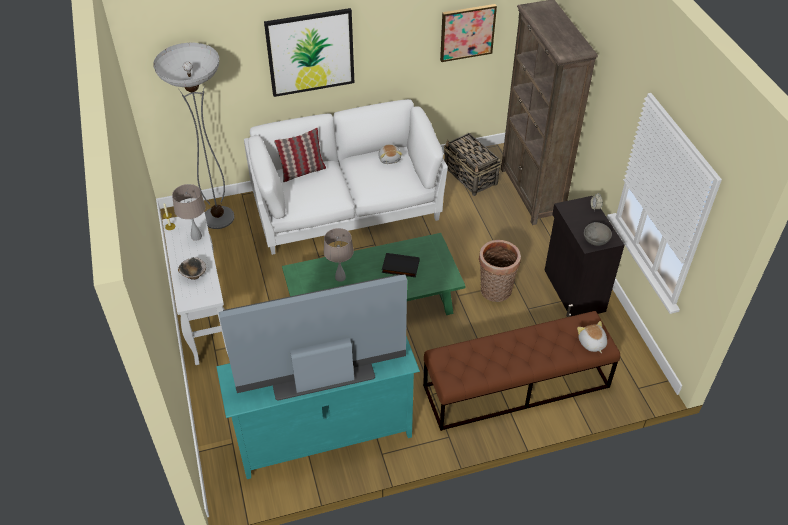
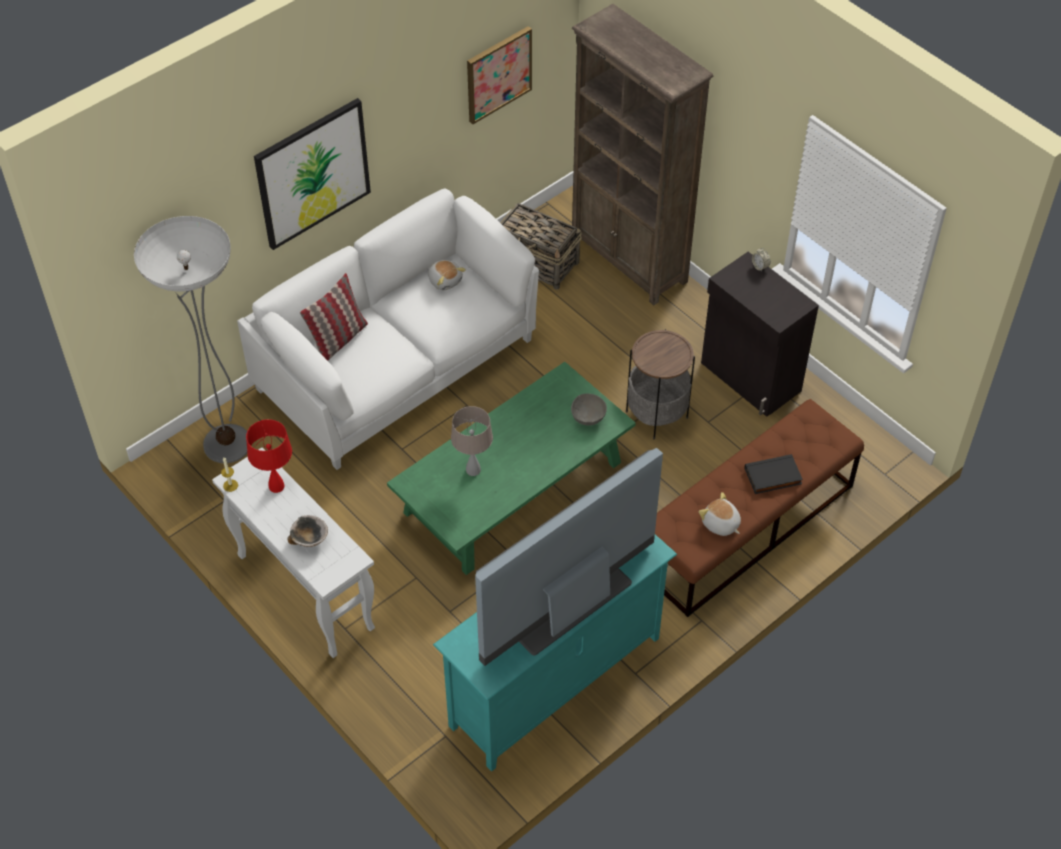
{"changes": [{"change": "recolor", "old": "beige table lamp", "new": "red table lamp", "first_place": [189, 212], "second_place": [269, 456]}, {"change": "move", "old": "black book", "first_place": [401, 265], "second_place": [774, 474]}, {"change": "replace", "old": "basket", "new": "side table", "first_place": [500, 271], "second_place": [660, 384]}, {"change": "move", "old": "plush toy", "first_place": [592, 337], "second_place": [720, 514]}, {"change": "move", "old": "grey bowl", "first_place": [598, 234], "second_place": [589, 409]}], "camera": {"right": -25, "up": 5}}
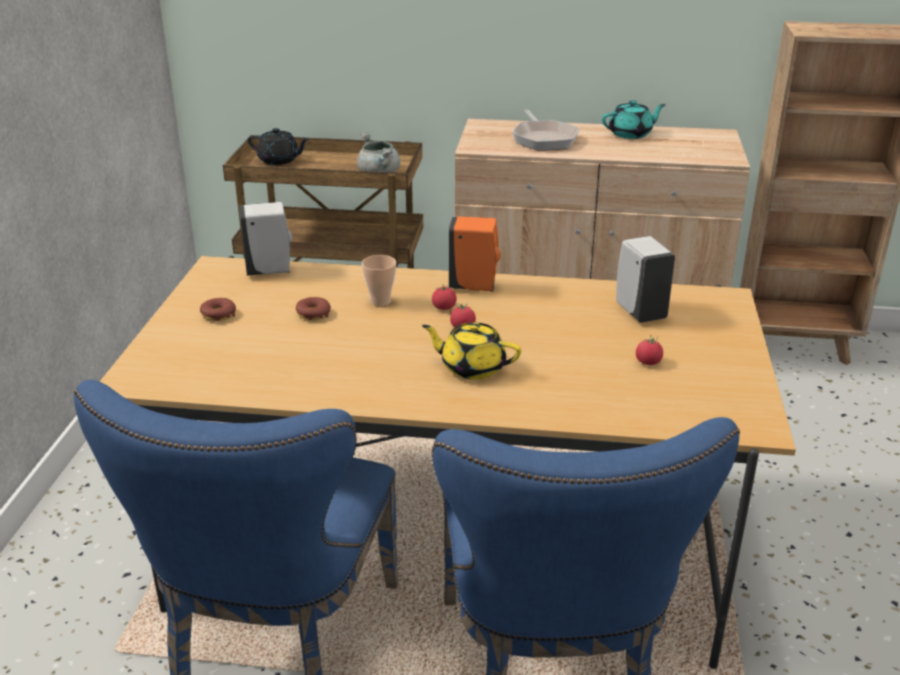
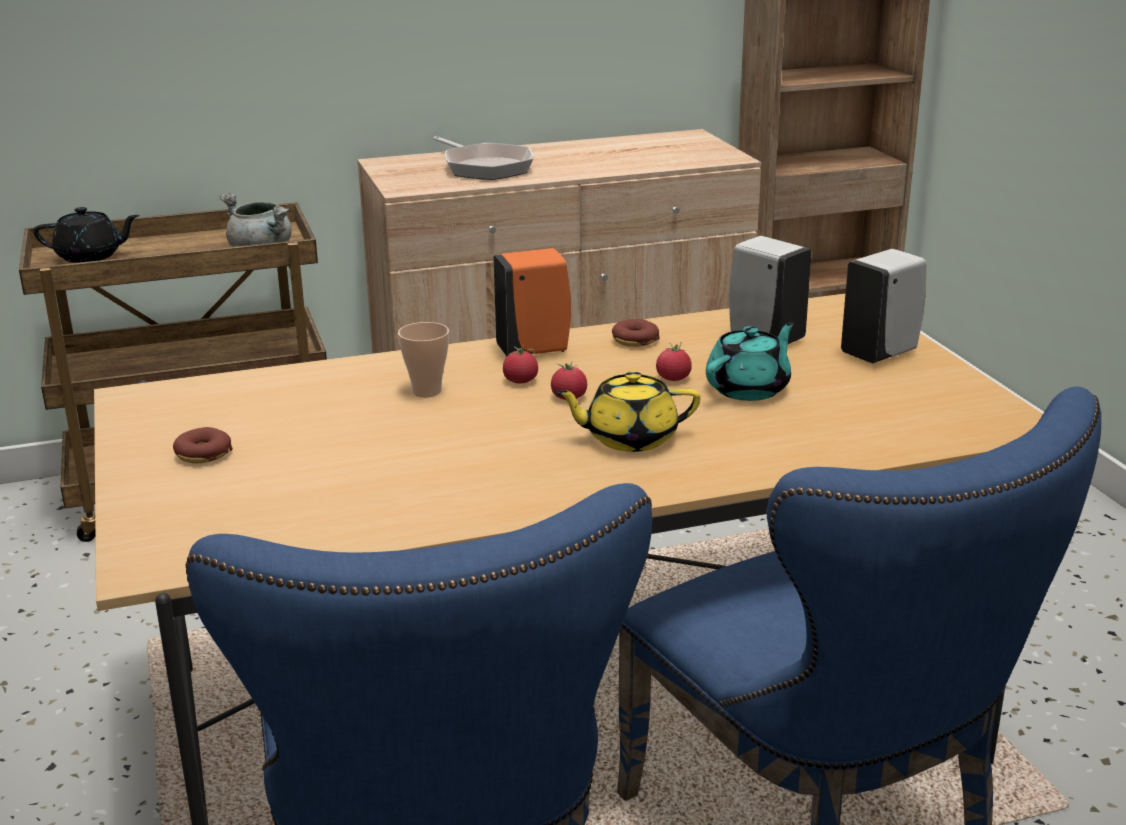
{"changes": [{"change": "move", "old": "white soap dispenser", "first_place": [265, 239], "second_place": [883, 306]}, {"change": "move", "old": "donut", "first_place": [313, 308], "second_place": [636, 333]}, {"change": "move", "old": "turquoise teapot", "first_place": [634, 119], "second_place": [750, 361]}, {"change": "move", "old": "tomato", "first_place": [649, 350], "second_place": [674, 362]}], "camera": {"right": -25, "up": -5}}
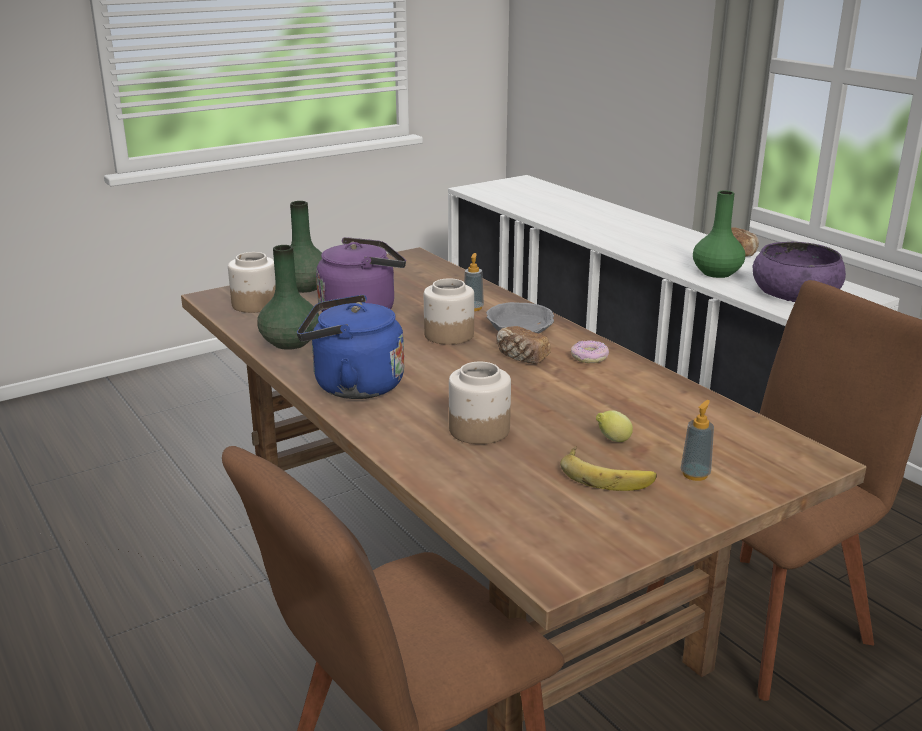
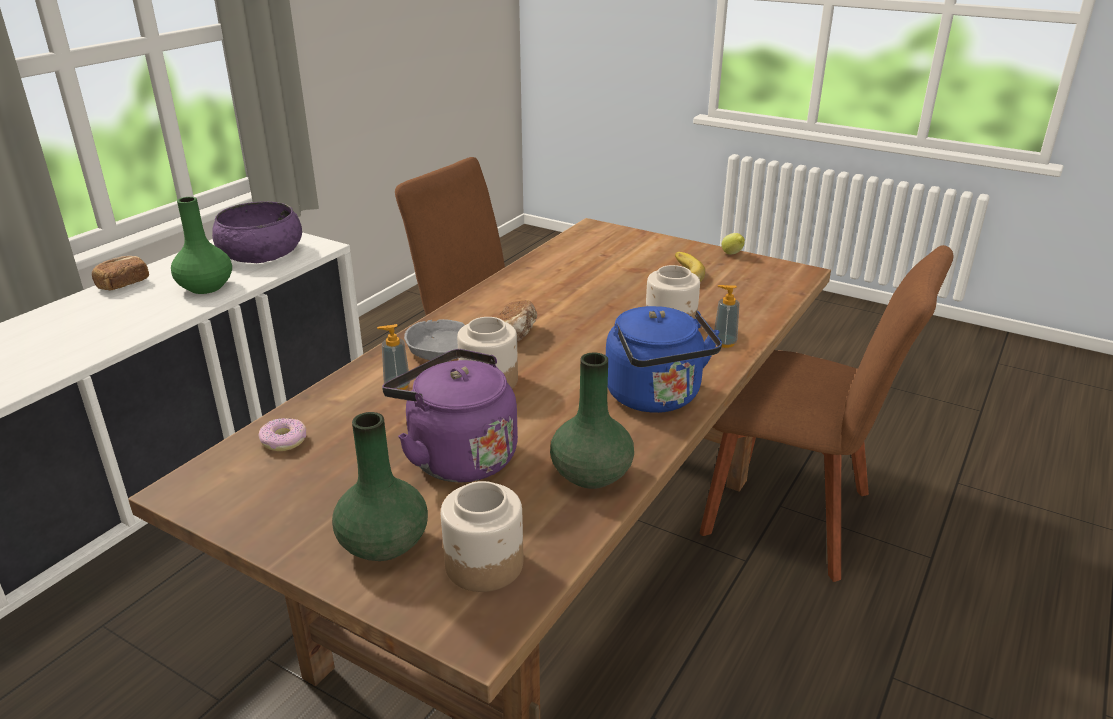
{"changes": [{"change": "move", "old": "donut", "first_place": [590, 351], "second_place": [282, 434]}, {"change": "move", "old": "lemon", "first_place": [614, 426], "second_place": [733, 243]}, {"change": "move", "old": "soap dispenser", "first_place": [697, 440], "second_place": [726, 316]}], "camera": {"right": -115, "up": 5}}
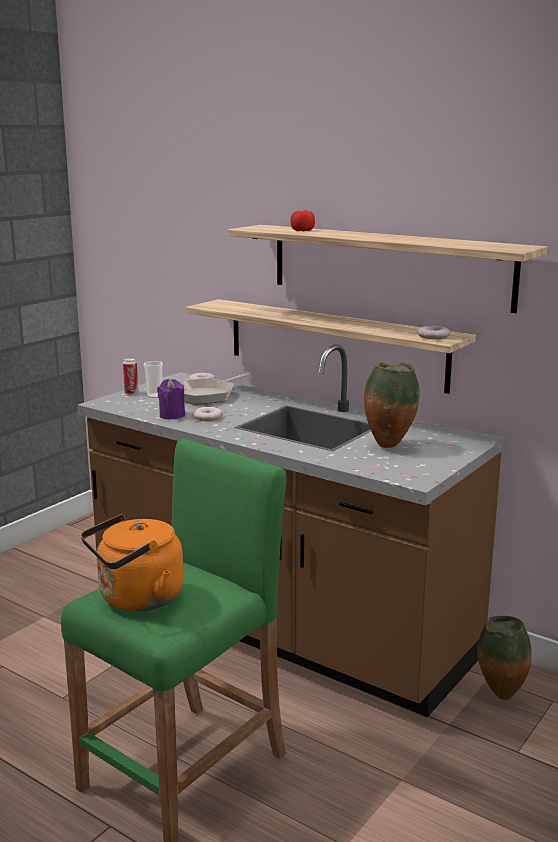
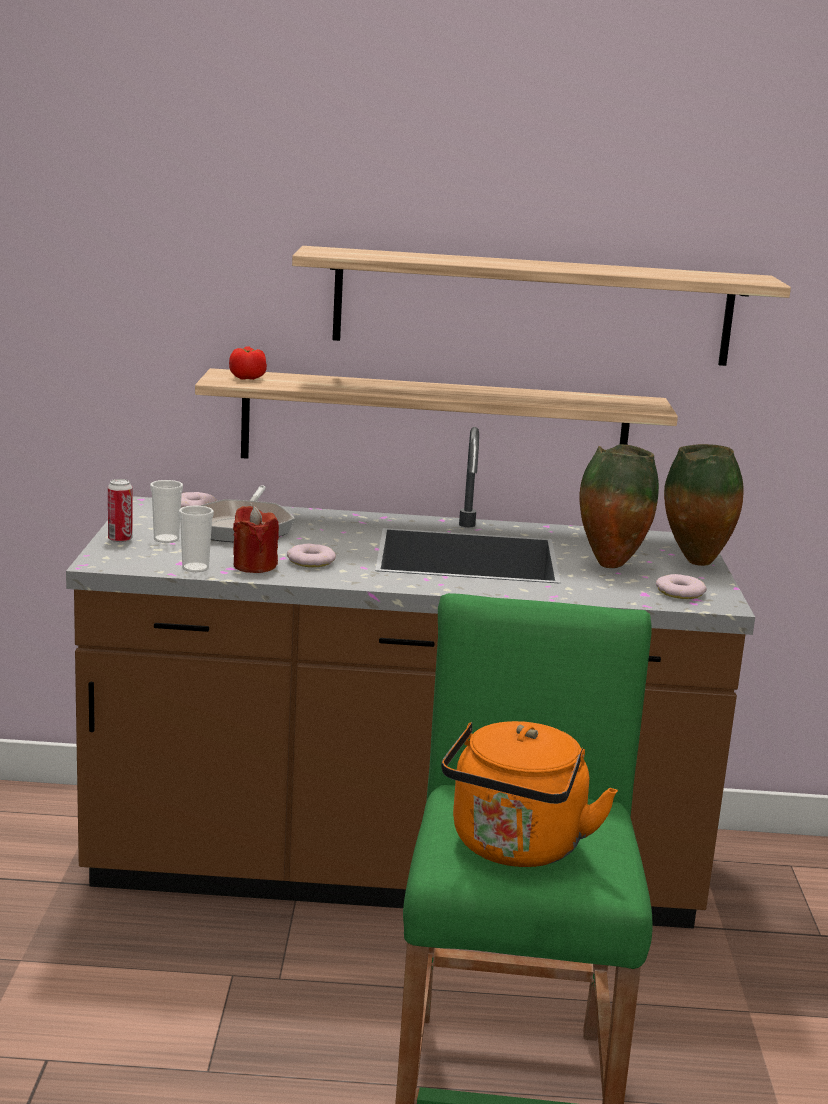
{"changes": [{"change": "recolor", "old": "purple candle", "new": "red candle", "first_place": [171, 399], "second_place": [256, 539]}, {"change": "move", "old": "tomato", "first_place": [303, 220], "second_place": [248, 363]}, {"change": "move", "old": "donut", "first_place": [434, 332], "second_place": [681, 586]}, {"change": "move", "old": "vase", "first_place": [504, 658], "second_place": [704, 505]}, {"change": "insert", "new": "cup", "second_place": [196, 539]}], "camera": {"right": -35, "up": 0}}
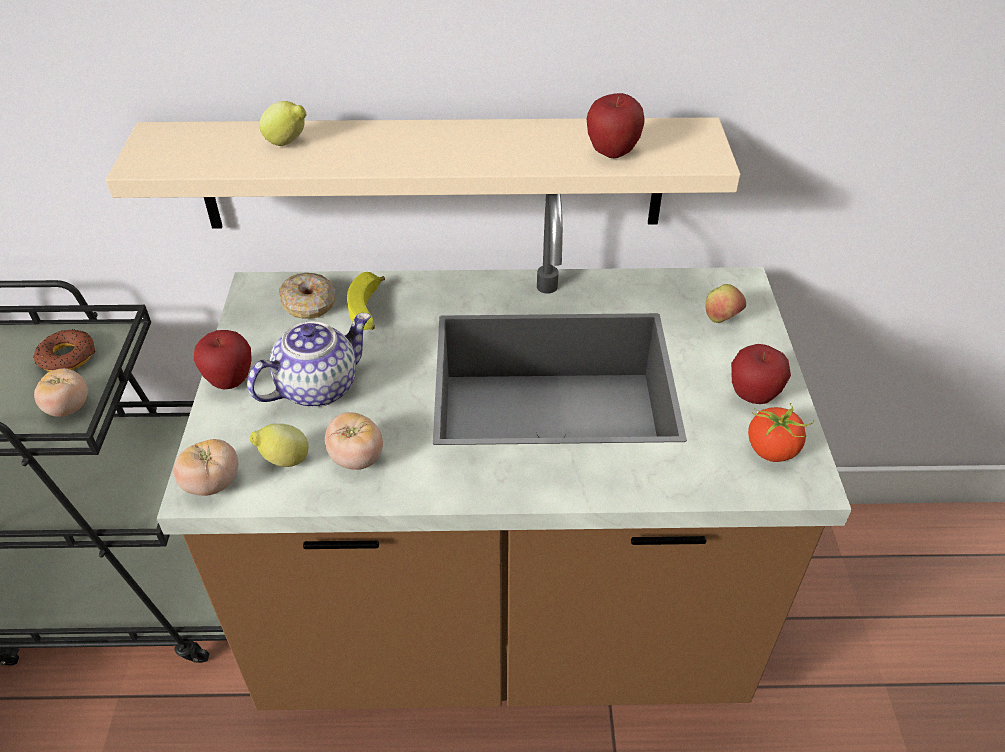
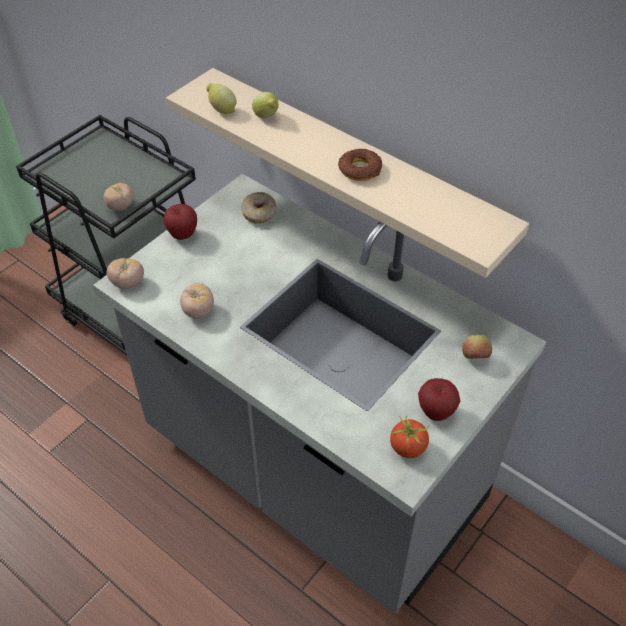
{"changes": [{"change": "move", "old": "donut", "first_place": [64, 350], "second_place": [360, 165]}, {"change": "recolor", "old": "brown counter", "new": "grey counter", "first_place": [504, 452], "second_place": [319, 394]}, {"change": "delete", "old": "teapot", "first_place": [309, 360]}, {"change": "move", "old": "lemon", "first_place": [279, 445], "second_place": [222, 98]}, {"change": "delete", "old": "banana", "first_place": [366, 301]}, {"change": "delete", "old": "apple", "first_place": [615, 125]}], "camera": {"right": 40, "up": 5}}
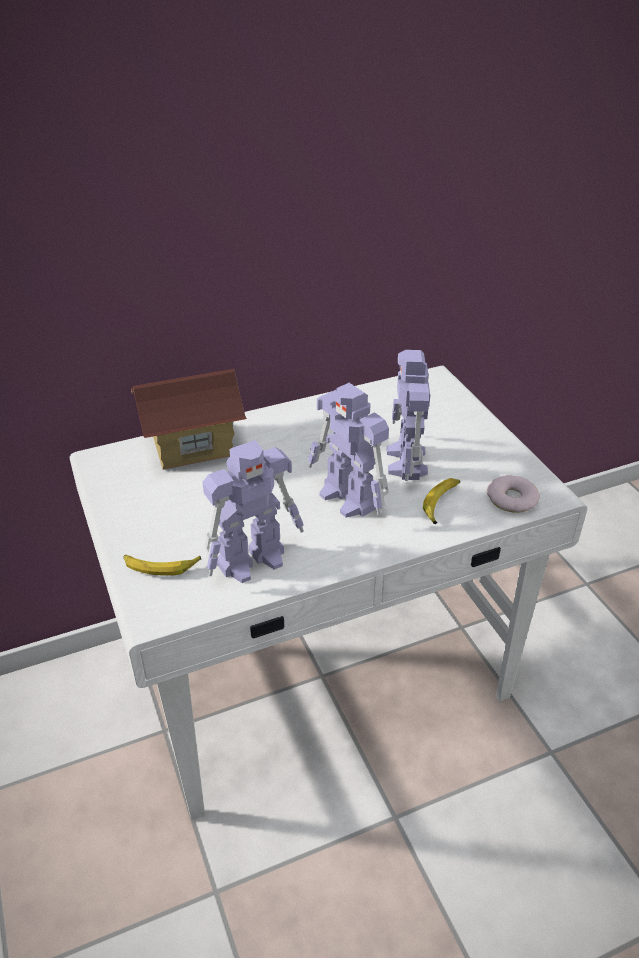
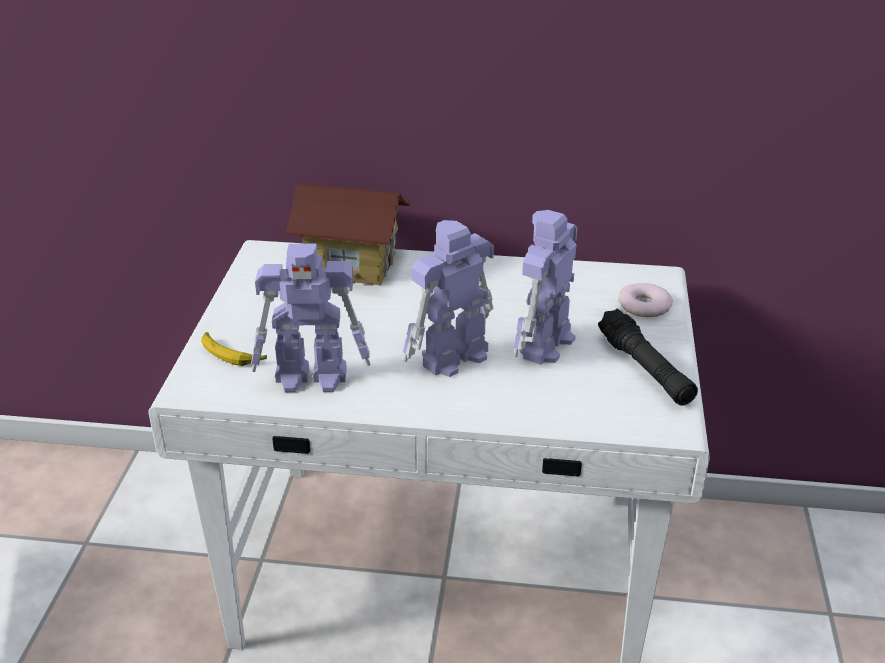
{"changes": [{"change": "rotate", "old": "toy robot", "first_place": [348, 450], "second_place": [448, 298], "degrees": 60}, {"change": "delete", "old": "banana", "first_place": [441, 501]}, {"change": "move", "old": "donut", "first_place": [513, 494], "second_place": [645, 300]}, {"change": "insert", "new": "black flashlight", "second_place": [648, 357]}], "camera": {"right": 30, "up": -5}}
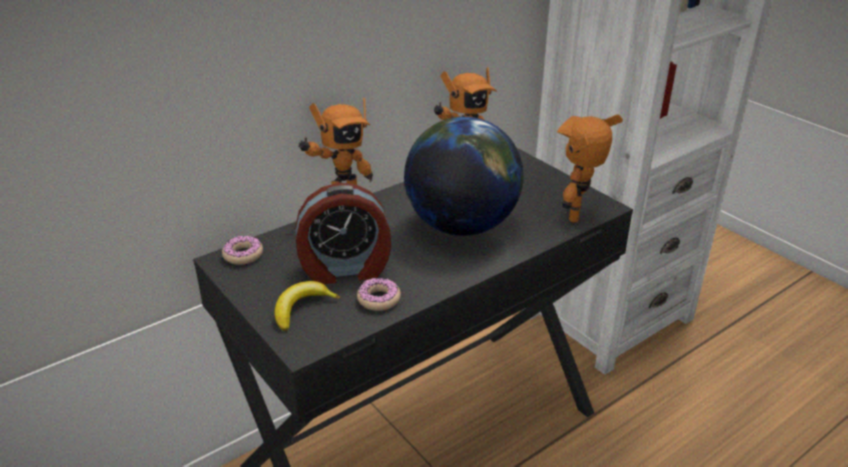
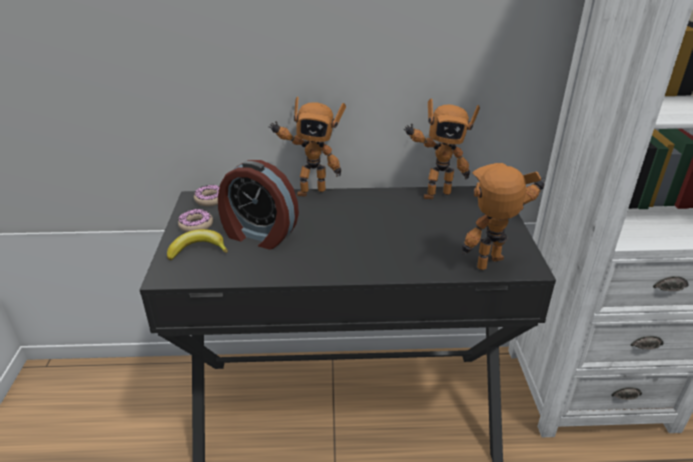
{"changes": [{"change": "move", "old": "donut", "first_place": [379, 294], "second_place": [195, 220]}, {"change": "delete", "old": "globe", "first_place": [463, 176]}], "camera": {"right": 35, "up": 0}}
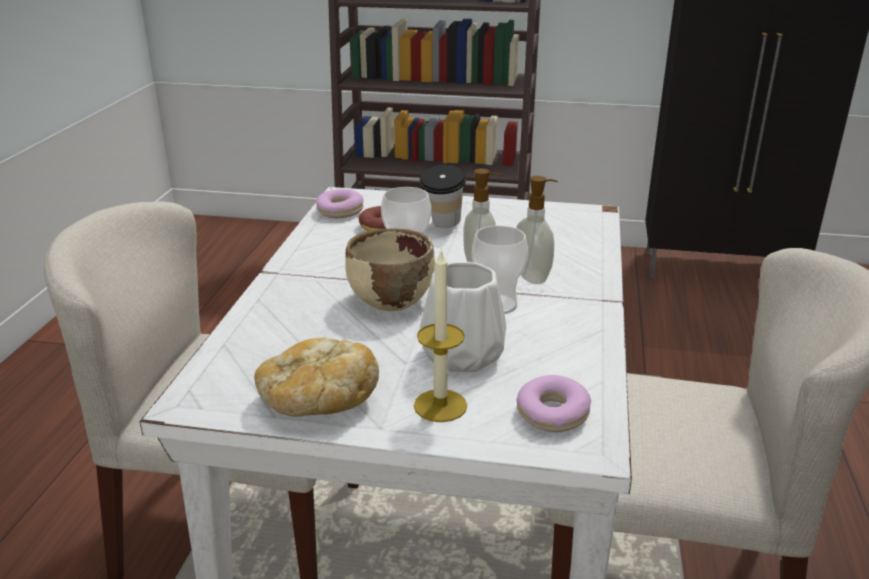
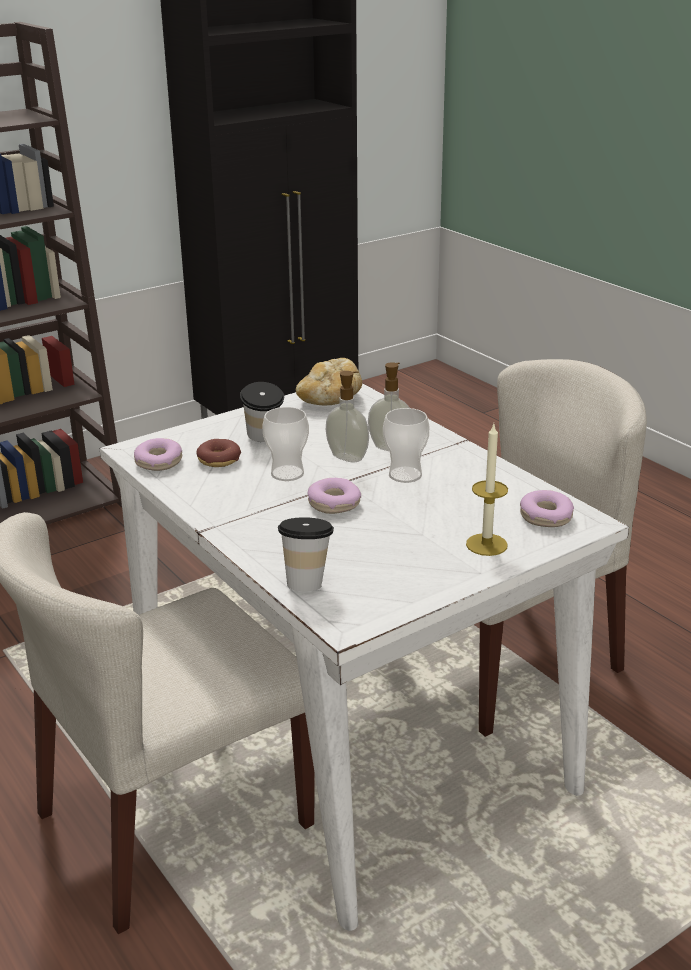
{"changes": [{"change": "move", "old": "bread", "first_place": [316, 377], "second_place": [329, 381]}, {"change": "replace", "old": "beige bowl", "new": "donut", "first_place": [390, 269], "second_place": [334, 496]}, {"change": "delete", "old": "white vase", "first_place": [463, 317]}, {"change": "insert", "new": "cup", "second_place": [306, 554]}], "camera": {"right": -45, "up": 0}}
